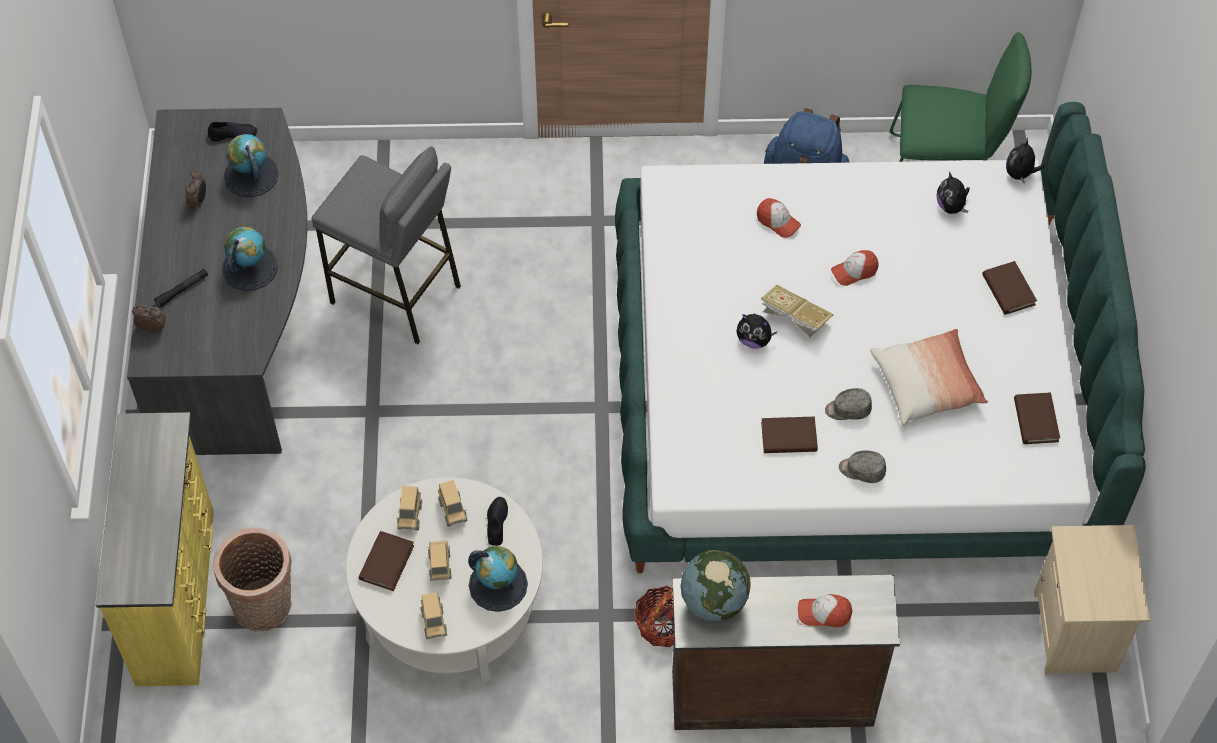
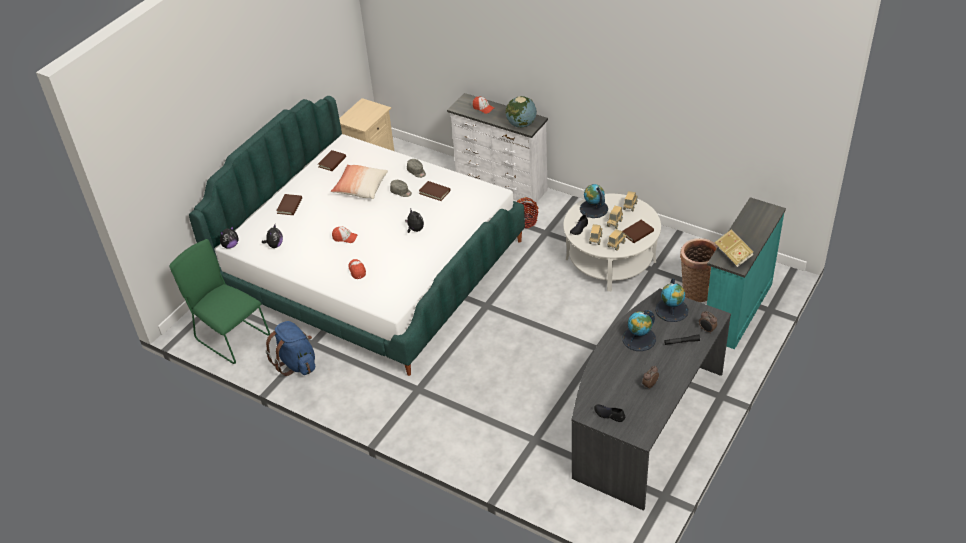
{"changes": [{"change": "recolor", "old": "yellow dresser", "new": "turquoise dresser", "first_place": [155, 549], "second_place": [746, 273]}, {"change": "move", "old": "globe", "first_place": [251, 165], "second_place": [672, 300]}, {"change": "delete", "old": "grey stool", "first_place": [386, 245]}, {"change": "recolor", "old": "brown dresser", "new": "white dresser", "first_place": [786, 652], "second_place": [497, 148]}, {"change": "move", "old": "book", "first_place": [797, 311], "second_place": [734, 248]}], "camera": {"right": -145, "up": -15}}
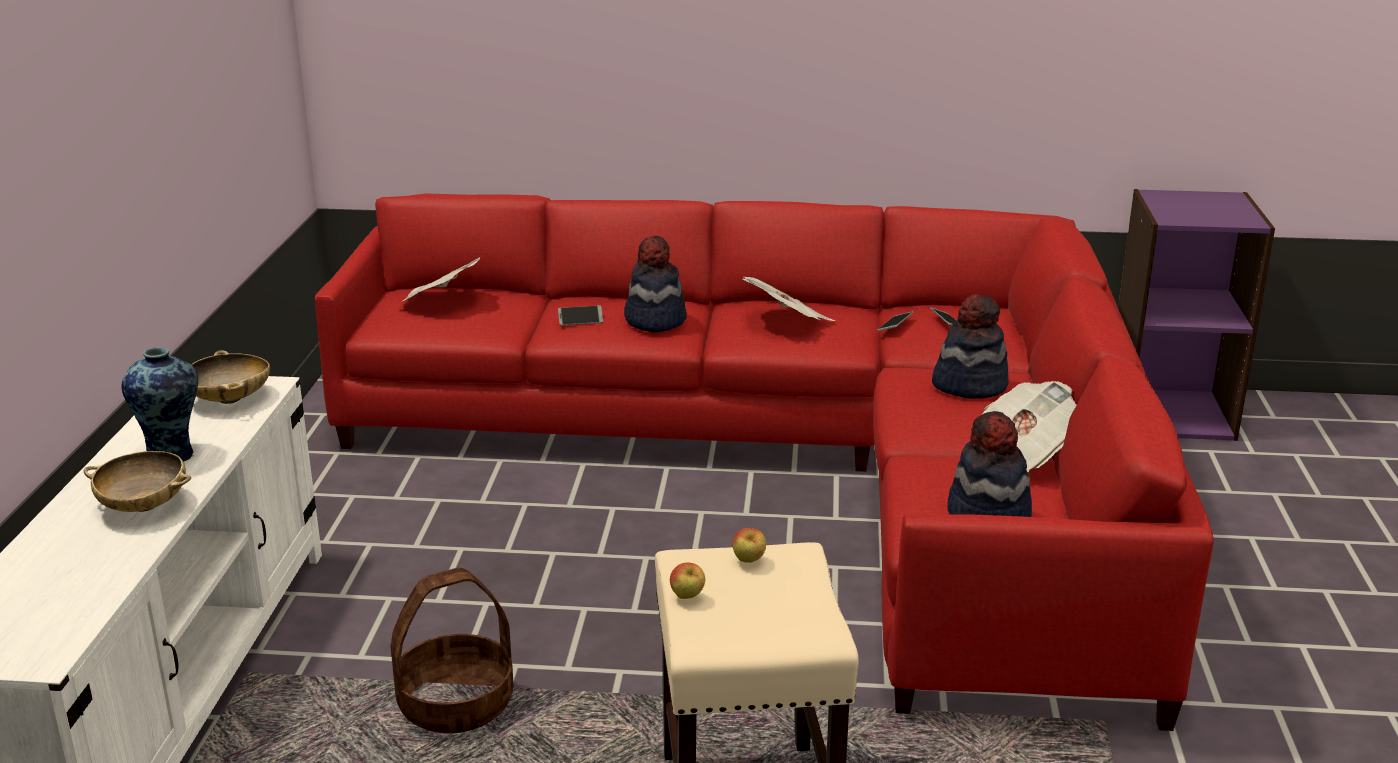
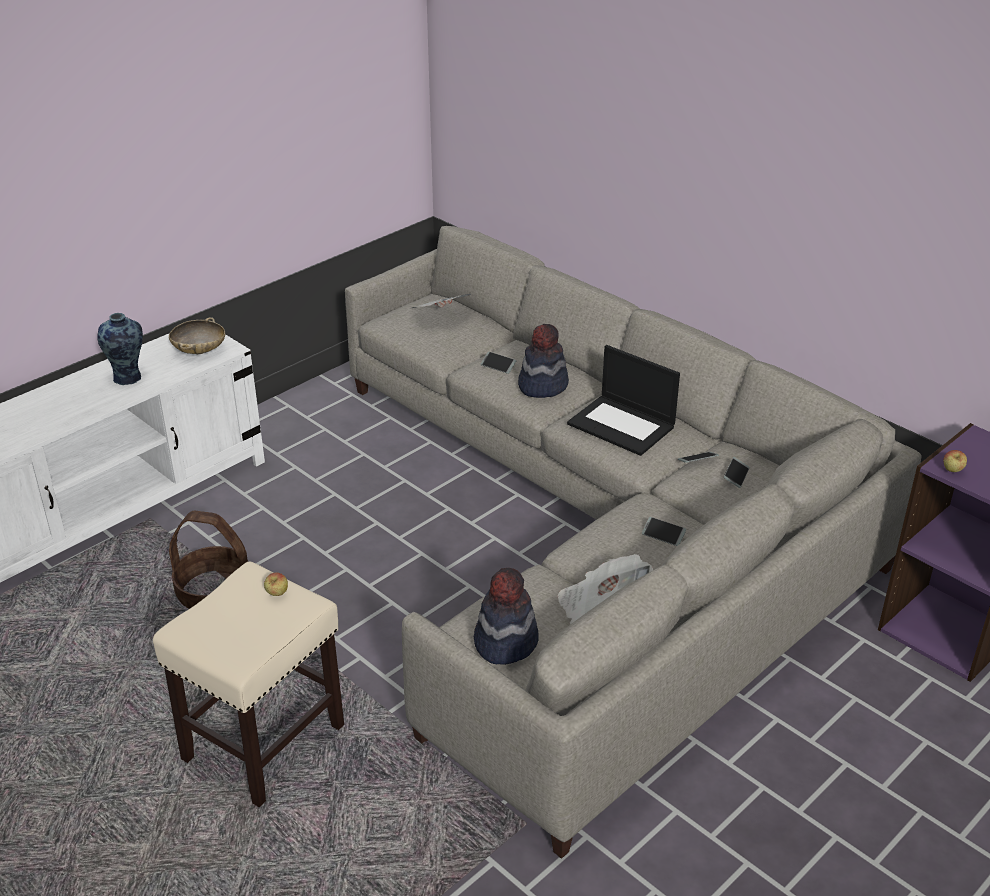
{"changes": [{"change": "delete", "old": "beige bowl", "first_place": [137, 481]}, {"change": "recolor", "old": "red sofa", "new": "grey sofa", "first_place": [764, 462], "second_place": [633, 542]}, {"change": "move", "old": "apple", "first_place": [687, 580], "second_place": [955, 461]}, {"change": "replace", "old": "newspaper", "new": "laptop", "first_place": [789, 299], "second_place": [623, 400]}, {"change": "replace", "old": "hat", "new": "phone", "first_place": [970, 346], "second_place": [664, 531]}], "camera": {"right": 40, "up": 10}}
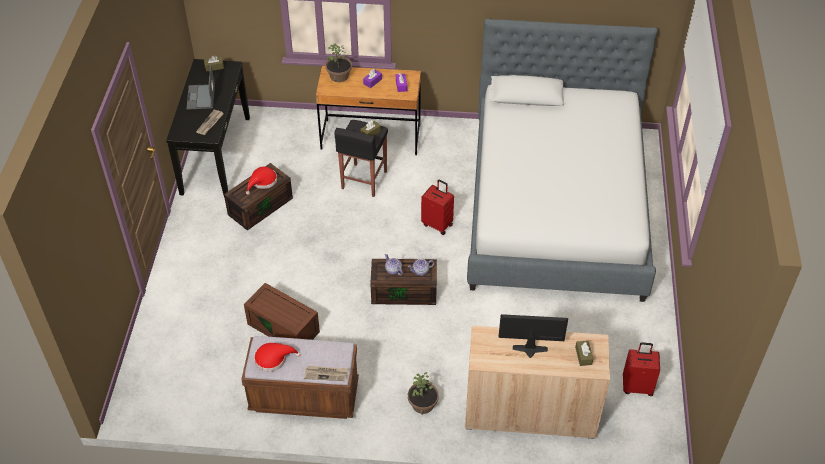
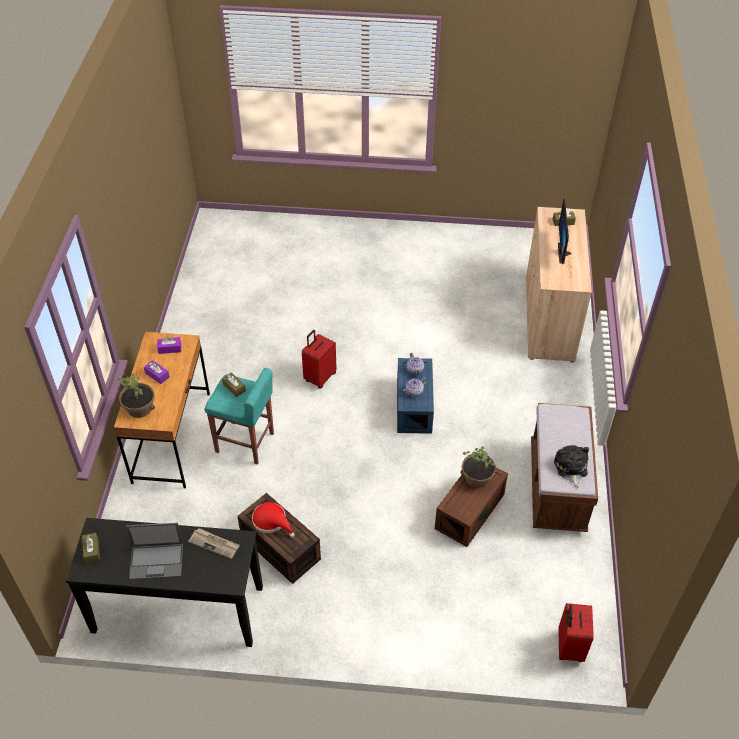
{"changes": [{"change": "replace", "old": "red hat", "new": "plush toy", "first_place": [277, 357], "second_place": [571, 466]}, {"change": "delete", "old": "newspaper", "first_place": [326, 373]}, {"change": "recolor", "old": "black stool", "new": "turquoise stool", "first_place": [361, 158], "second_place": [239, 416]}, {"change": "recolor", "old": "brown storage box", "new": "blue storage box", "first_place": [403, 282], "second_place": [415, 396]}, {"change": "move", "old": "potted plant", "first_place": [423, 393], "second_place": [478, 467]}, {"change": "delete", "old": "bed", "first_place": [562, 160]}, {"change": "move", "old": "red suitcase", "first_place": [641, 369], "second_place": [576, 632]}], "camera": {"right": -90, "up": 0}}
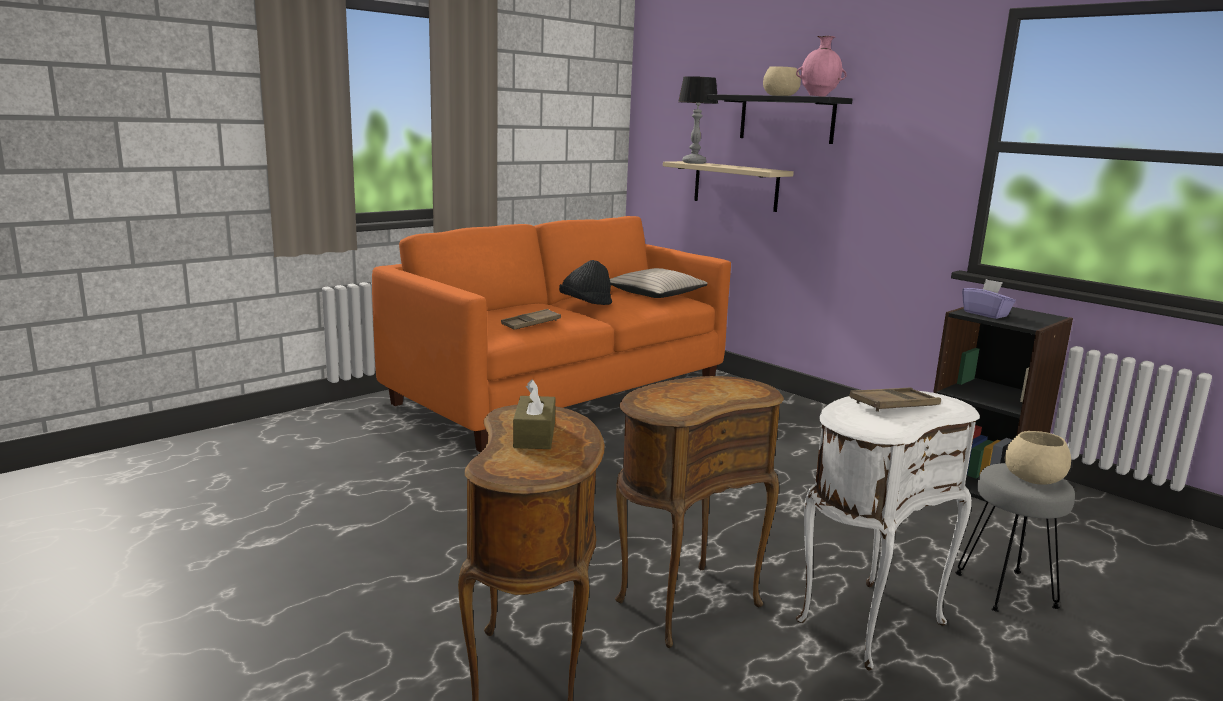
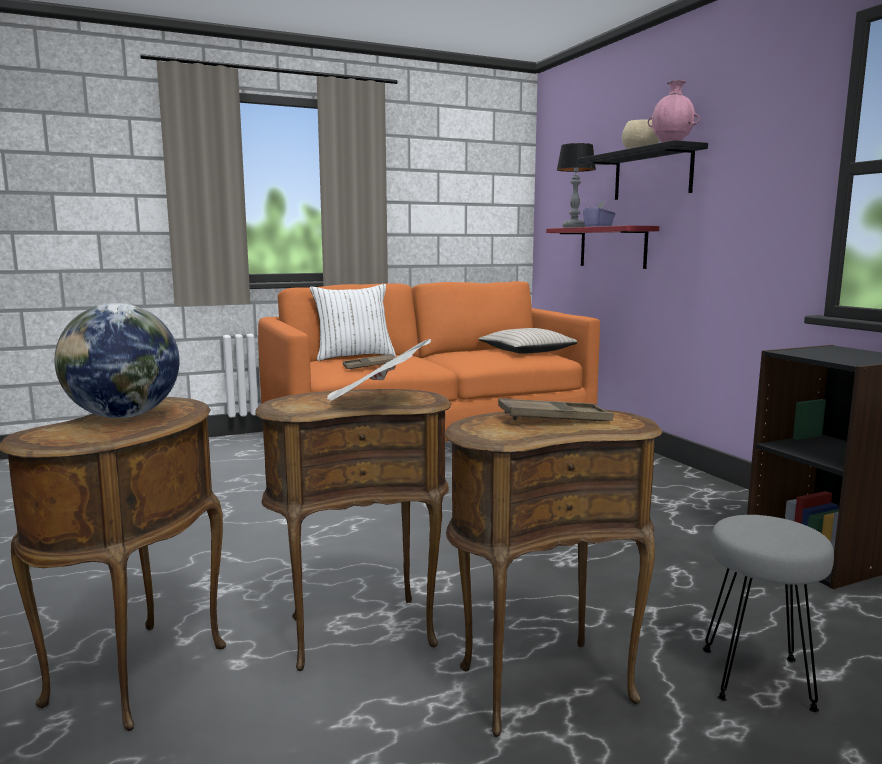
{"changes": [{"change": "replace", "old": "brown tissue box", "new": "globe", "first_place": [534, 414], "second_place": [117, 360]}, {"change": "delete", "old": "black hat", "first_place": [585, 282]}, {"change": "recolor", "old": "beige shelf", "new": "red shelf", "first_place": [728, 186], "second_place": [602, 247]}, {"change": "recolor", "old": "white side table", "new": "brown side table", "first_place": [888, 531], "second_place": [553, 573]}, {"change": "move", "old": "purple tissue box", "first_place": [989, 299], "second_place": [599, 214]}, {"change": "delete", "old": "beige bowl", "first_place": [1038, 458]}, {"change": "insert", "new": "white pillow", "second_place": [353, 322]}, {"change": "insert", "new": "newspaper", "second_place": [379, 370]}], "camera": {"right": 20, "up": -5}}
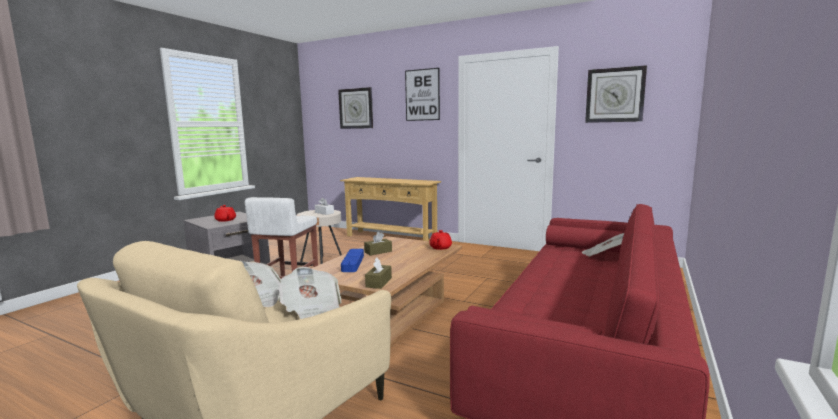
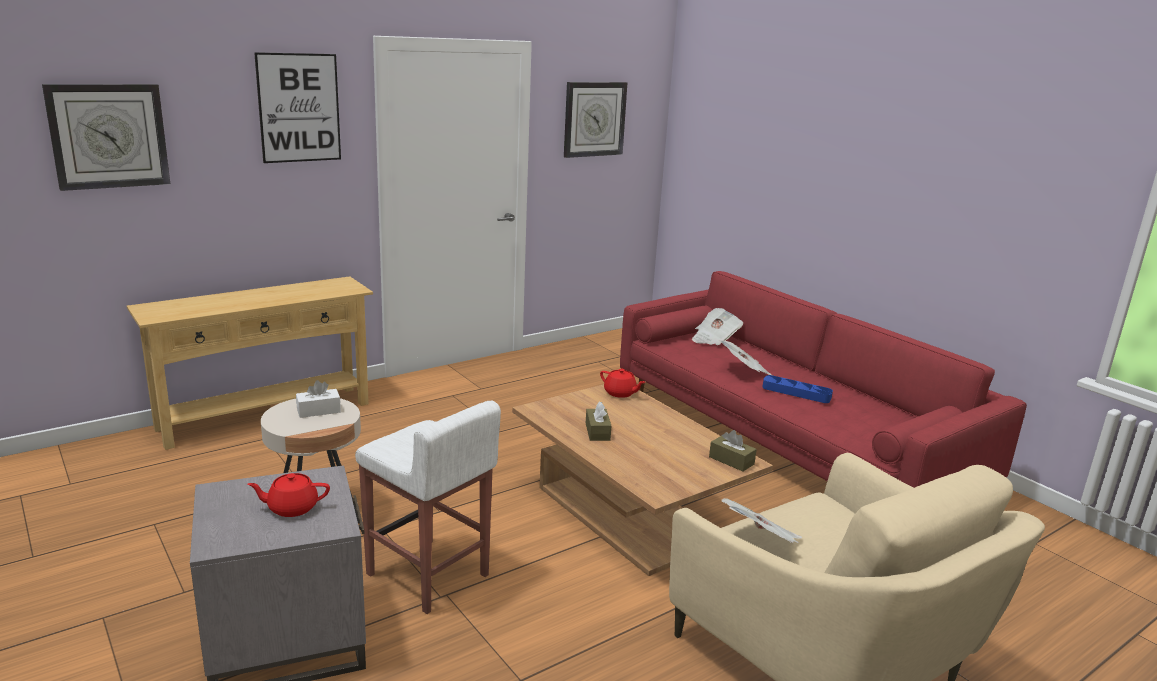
{"changes": [{"change": "move", "old": "newspaper", "first_place": [309, 293], "second_place": [745, 357]}, {"change": "move", "old": "blue tray", "first_place": [352, 260], "second_place": [797, 389]}], "camera": {"right": -65, "up": 10}}
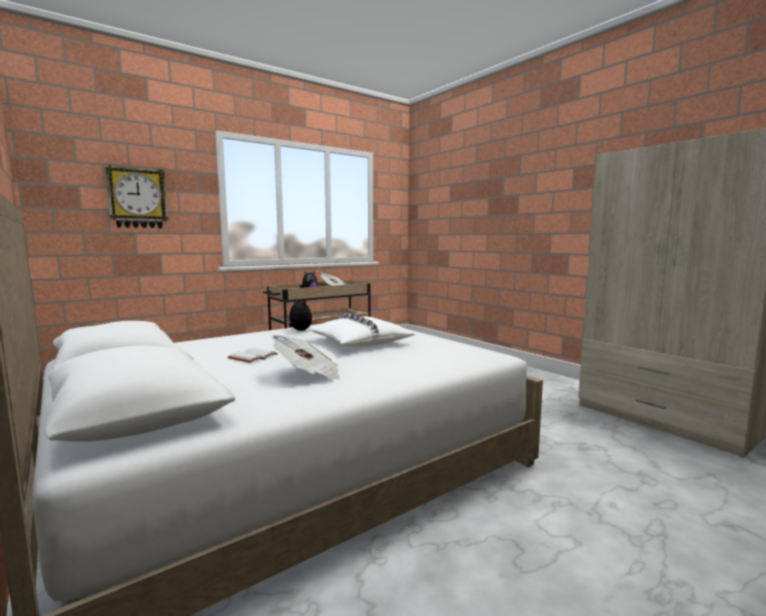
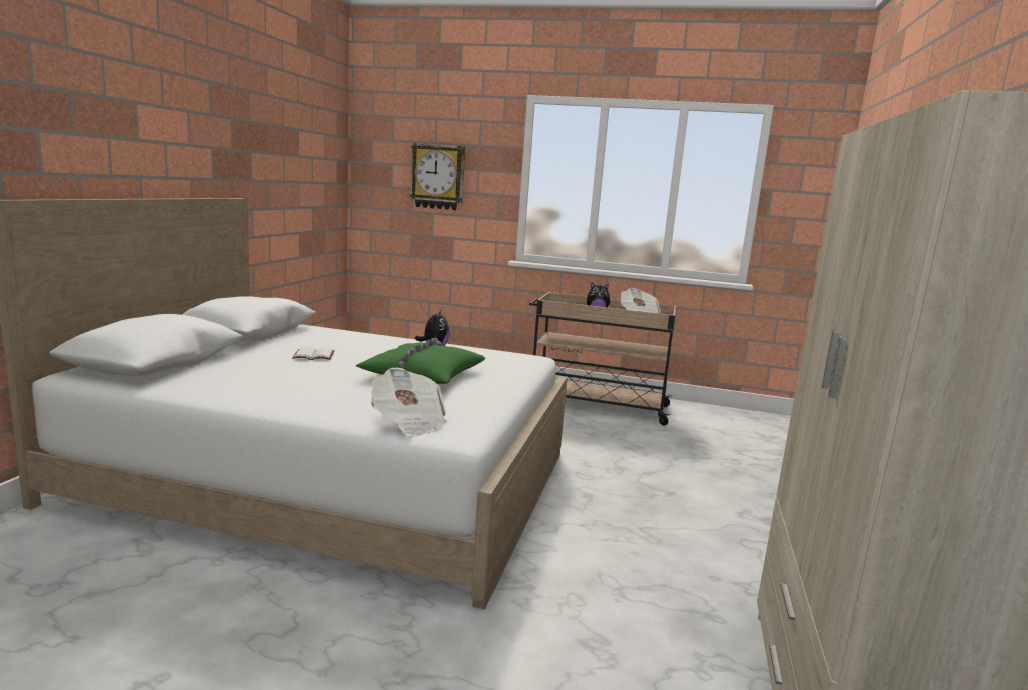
{"changes": [{"change": "move", "old": "newspaper", "first_place": [306, 357], "second_place": [409, 402]}, {"change": "recolor", "old": "white pillow", "new": "green pillow", "first_place": [361, 330], "second_place": [420, 360]}], "camera": {"right": 50, "up": 5}}
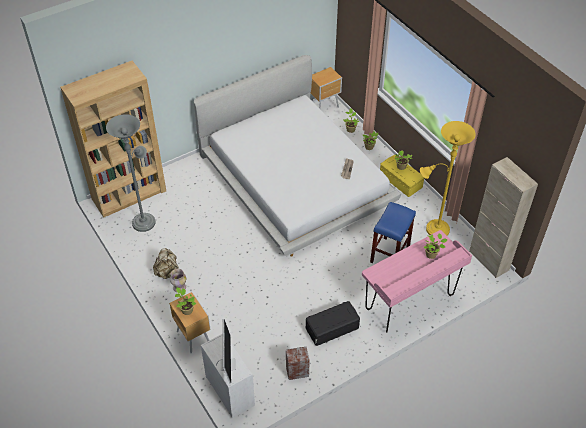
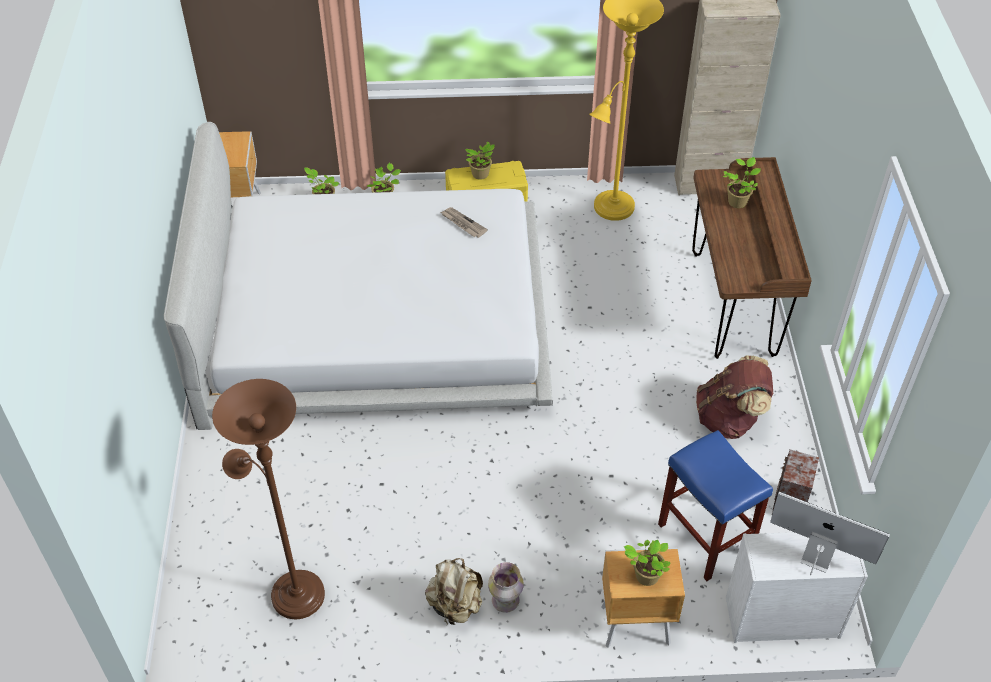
{"changes": [{"change": "delete", "old": "brown bookcase", "first_place": [113, 139]}, {"change": "recolor", "old": "grey floor lamp", "new": "brown floor lamp", "first_place": [131, 173], "second_place": [268, 499]}, {"change": "replace", "old": "black storage box", "new": "brown backpack", "first_place": [333, 323], "second_place": [734, 397]}, {"change": "recolor", "old": "pink desk", "new": "brown desk", "first_place": [417, 281], "second_place": [752, 258]}, {"change": "move", "old": "blue stool", "first_place": [393, 232], "second_place": [715, 505]}], "camera": {"right": -60, "up": 0}}
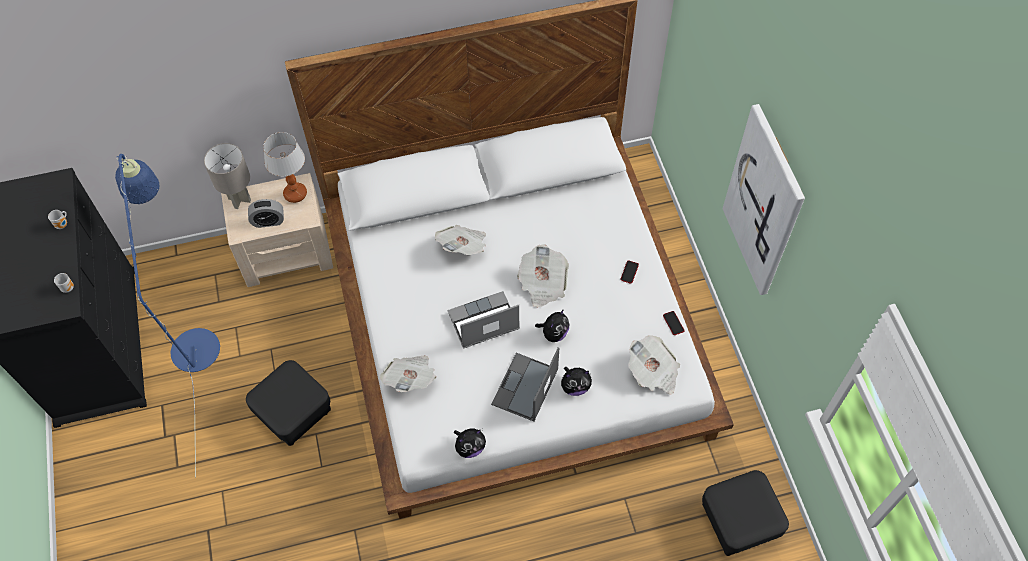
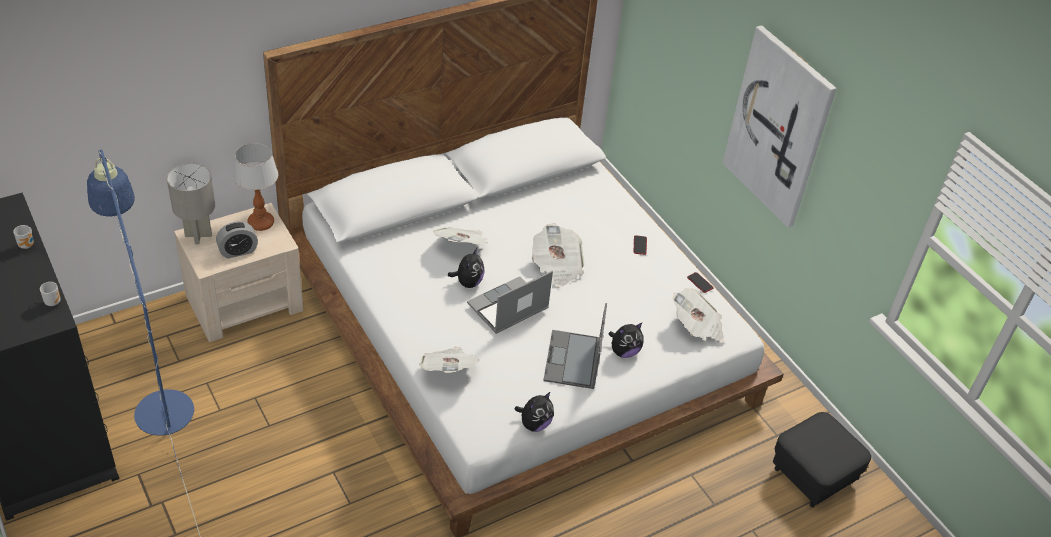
{"changes": [{"change": "delete", "old": "black ottoman", "first_place": [288, 403]}, {"change": "move", "old": "plush toy", "first_place": [552, 325], "second_place": [466, 268]}], "camera": {"right": -20, "up": -15}}
